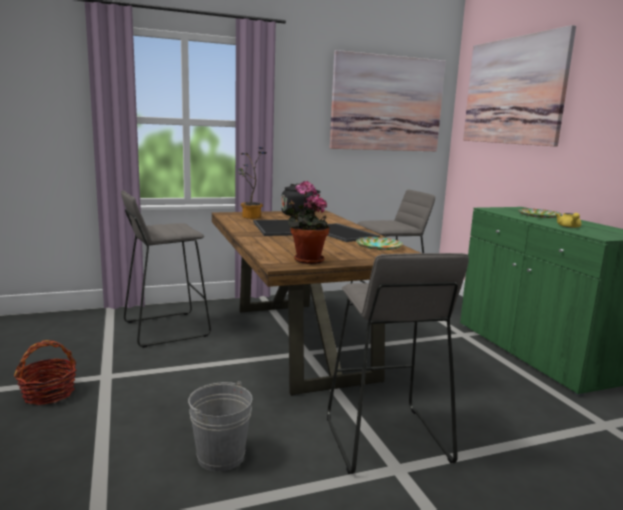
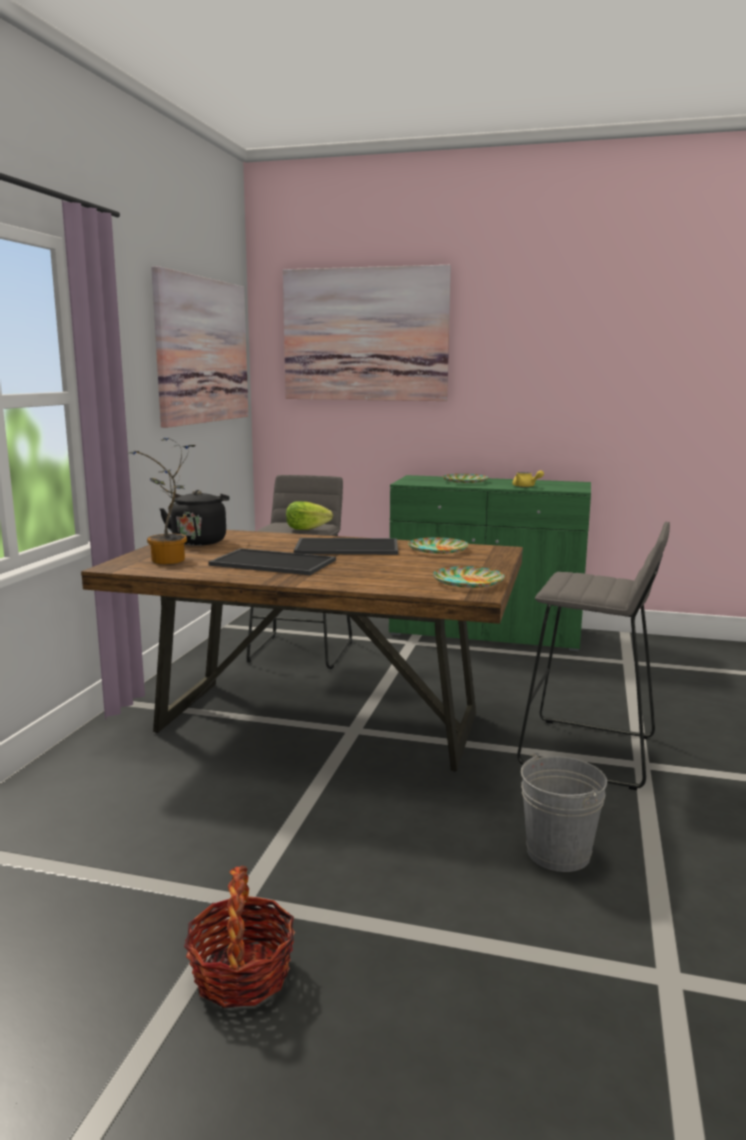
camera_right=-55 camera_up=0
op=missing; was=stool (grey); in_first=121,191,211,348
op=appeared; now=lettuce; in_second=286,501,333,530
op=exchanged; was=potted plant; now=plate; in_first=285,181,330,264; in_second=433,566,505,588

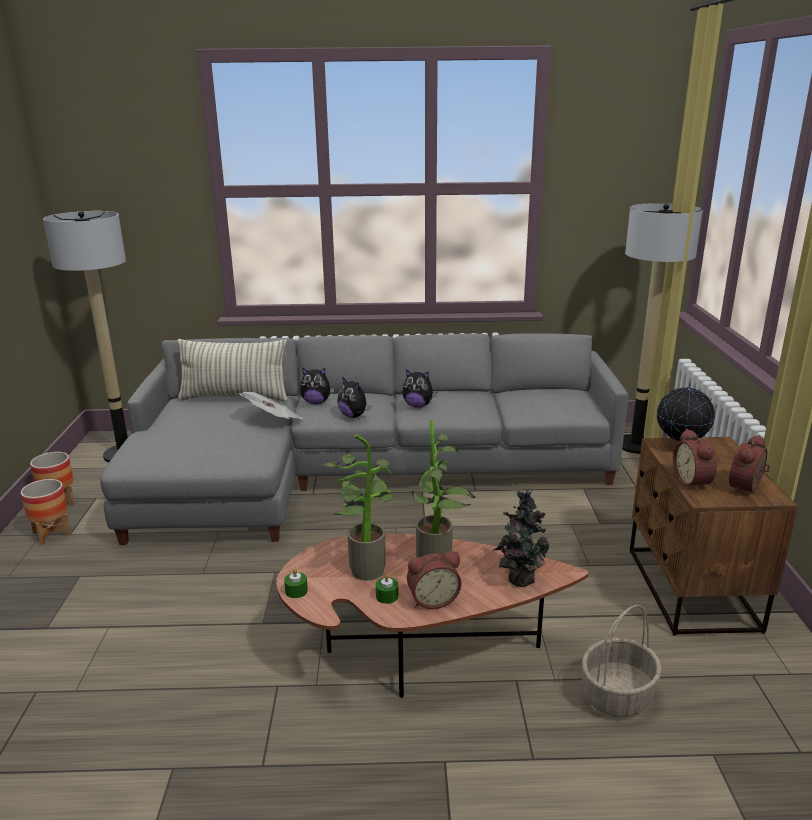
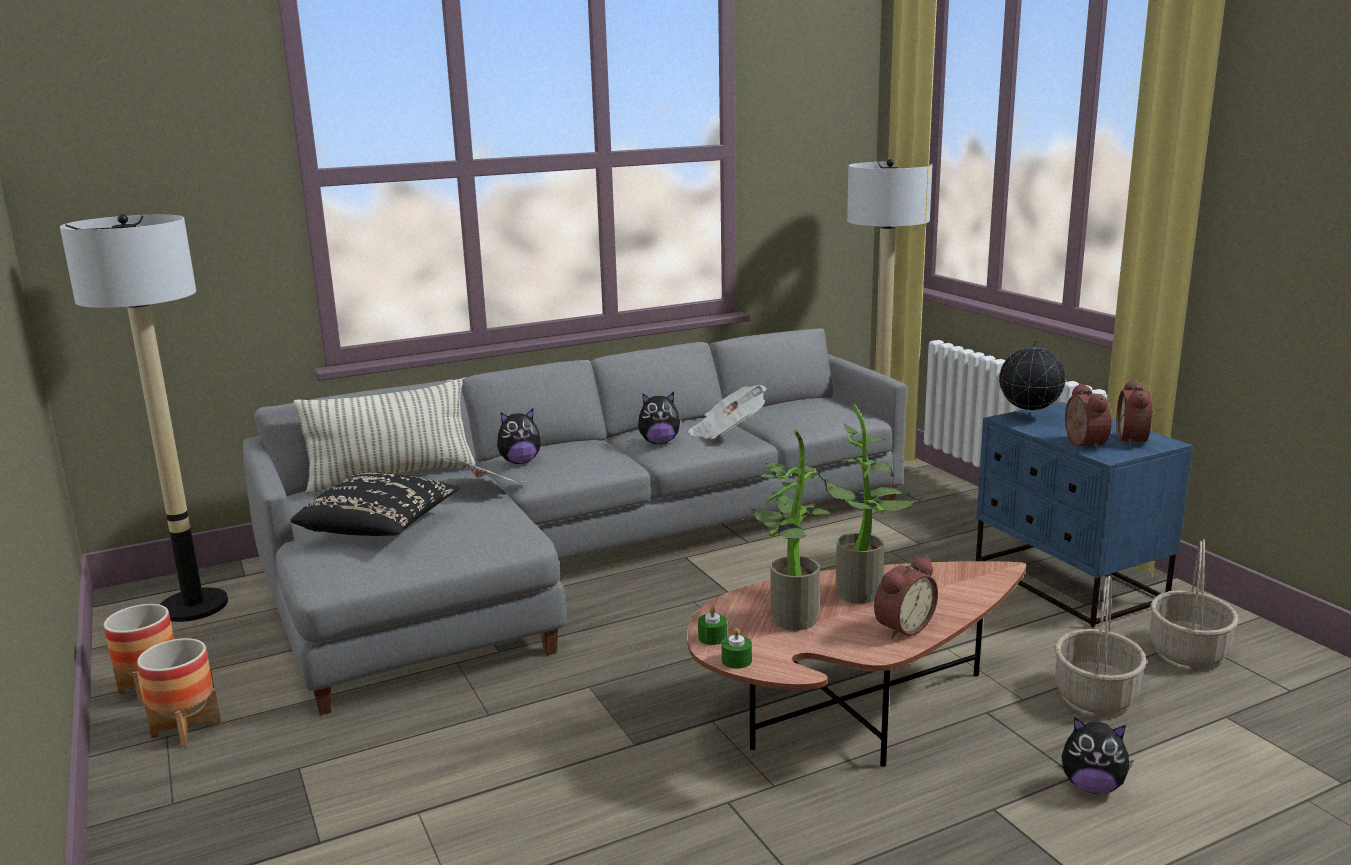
camera_right=-25 camera_up=-5
op=missing; was=potted plant; in_first=492,490,550,587
op=appeared; now=pillow (black); in_second=290,472,460,536
op=appeared; now=newspaper; in_second=688,385,767,439
op=appeared; now=basket; in_second=1150,539,1239,667
op=relocated; was=plush toy; in_first=337,377,371,418; in_second=1061,717,1134,794
op=relocated; was=candle (green); in_first=376,574,398,604; in_second=698,606,727,645
op=colour; was=nightstand (brown); now=nightstand (blue); in_first=630,437,798,636; in_second=976,402,1193,627
op=spun; was=alarm clock; in_first=673,429,717,492; in_second=1065,383,1112,451; clockwise=-150

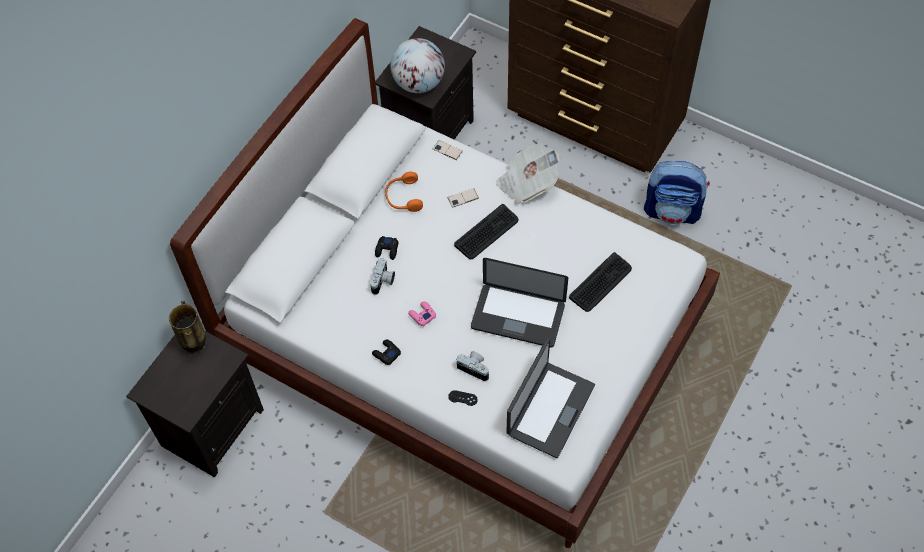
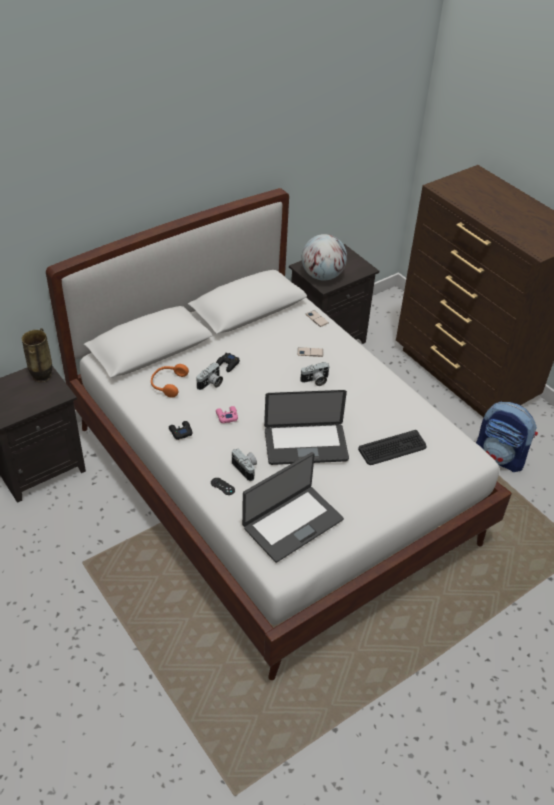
camera_right=20 camera_up=-15
op=missing; was=newspaper; in_first=496,143,560,205
op=relocated; was=headphones (orange); in_first=385,172,423,212; in_second=151,364,189,398
op=exchanged; was=keyboard; now=photo camera; in_first=454,204,519,259; in_second=300,362,330,386
op=spun; was=laptop; in_first=471,258,568,348; in_second=264,390,349,465; clockwise=-45

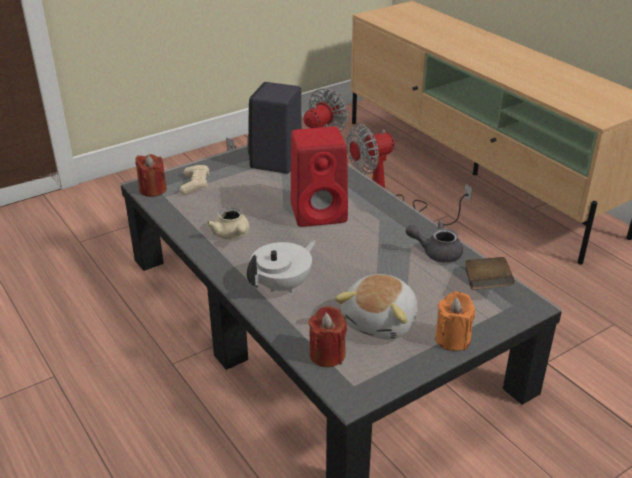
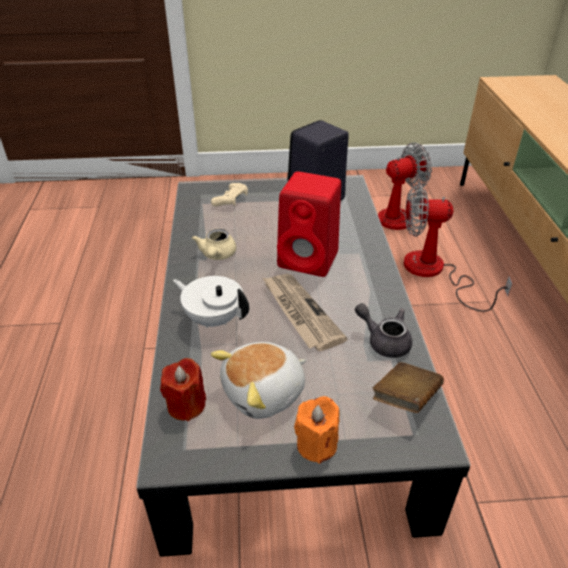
camera_right=30 camera_up=5
op=missing; was=candle (red); in_first=135,154,167,197
op=appeared; now=newspaper; in_second=263,274,348,351
op=spun; was=teapot (white); in_first=247,240,316,293; in_second=173,276,249,328; clockwise=-135

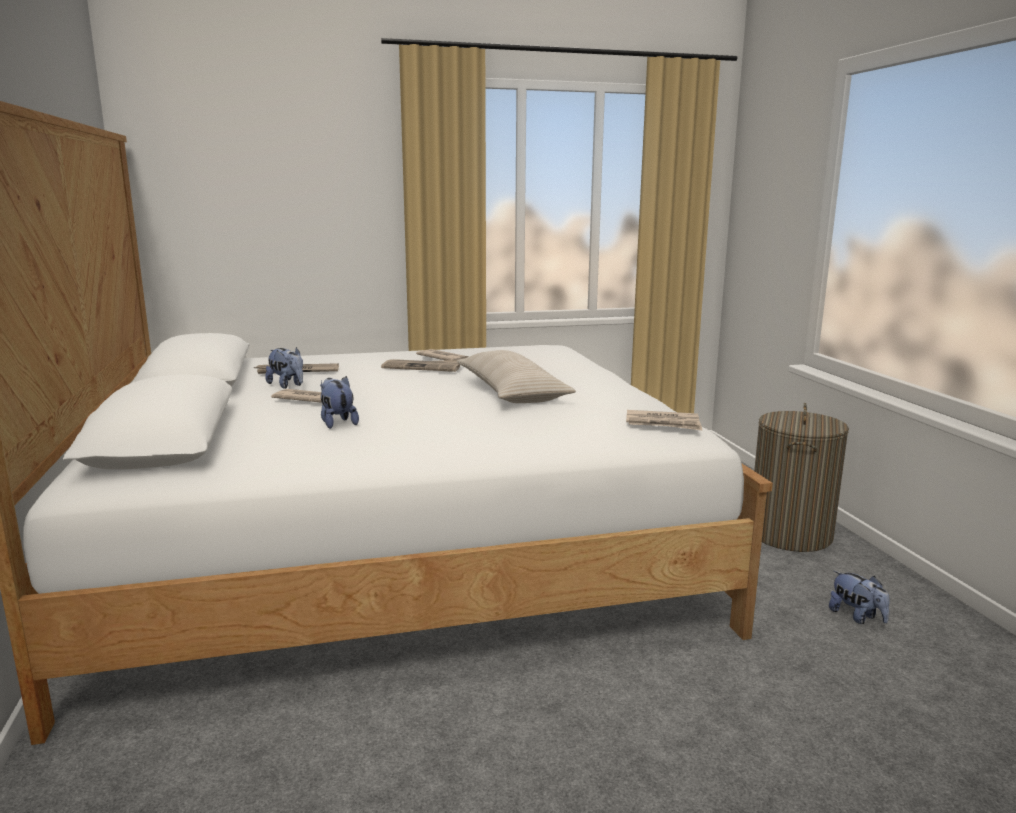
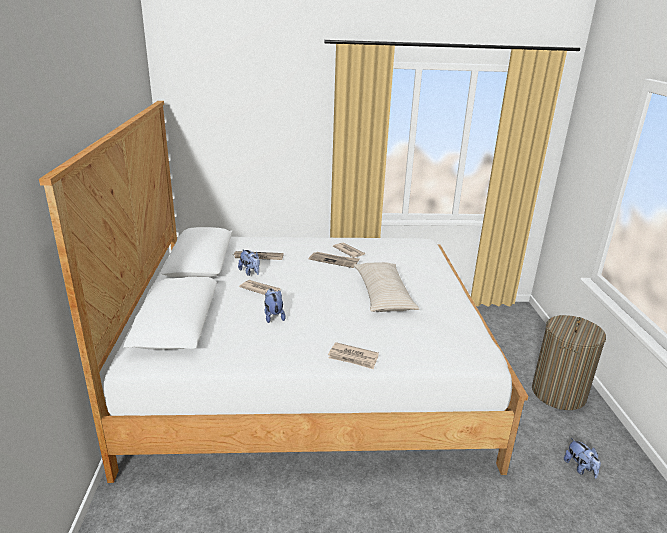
camera_right=10 camera_up=10
op=relocated; was=newspaper; in_first=626,410,702,430; in_second=328,342,379,369

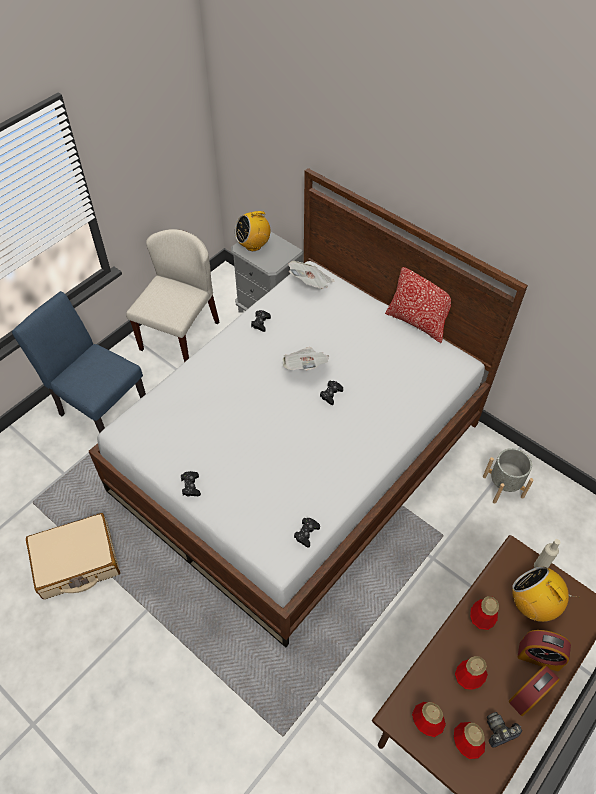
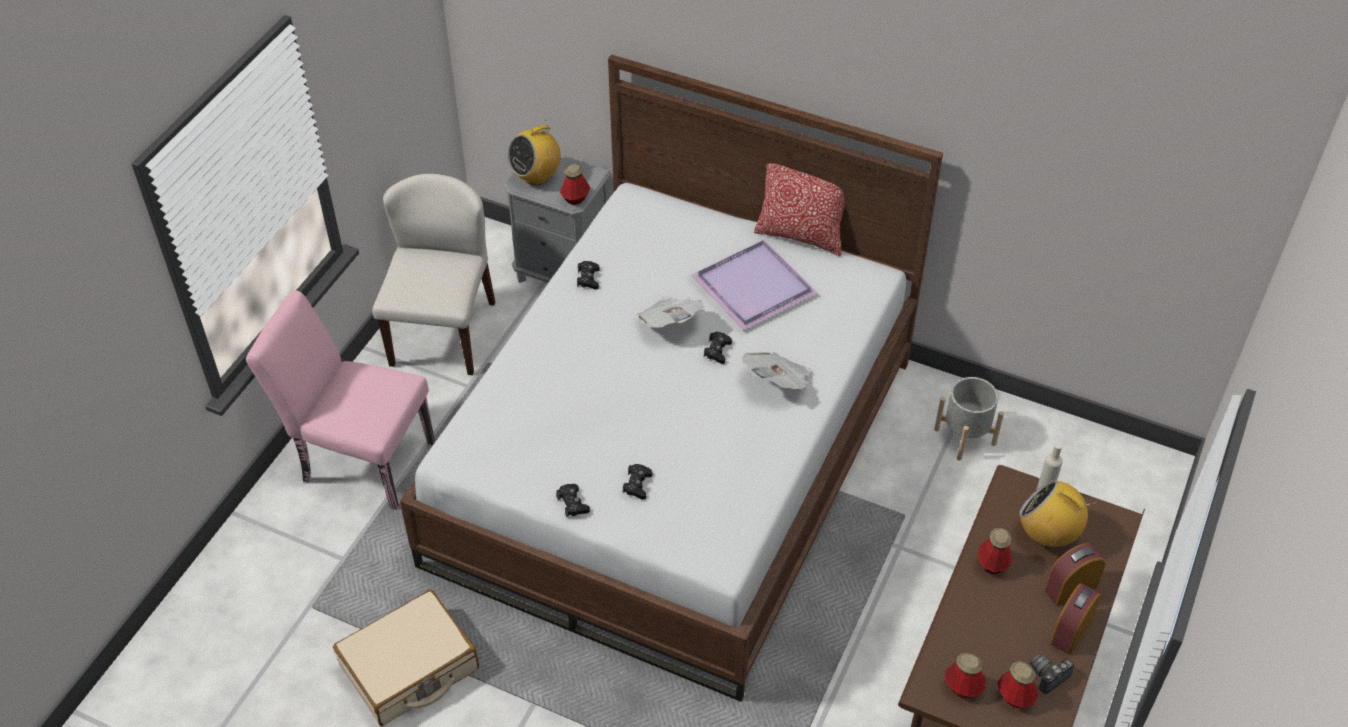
camera_right=-15 camera_up=-5
op=appeared; now=tray (purple); in_second=691,240,817,331
op=relocated; was=newspaper; in_first=288,261,334,289; in_second=742,352,813,390
op=relocated; was=game controller (black); in_first=294,518,320,548; in_second=623,464,652,500
op=relocated; was=bottle; in_first=455,656,488,690; in_second=560,164,590,205
op=colour; was=chair (blue); now=chair (pink); in_first=12,291,146,433; in_second=246,290,435,510
op=spun; was=alarm clock; in_first=518,630,571,672; in_second=1044,543,1106,606; clockwise=150

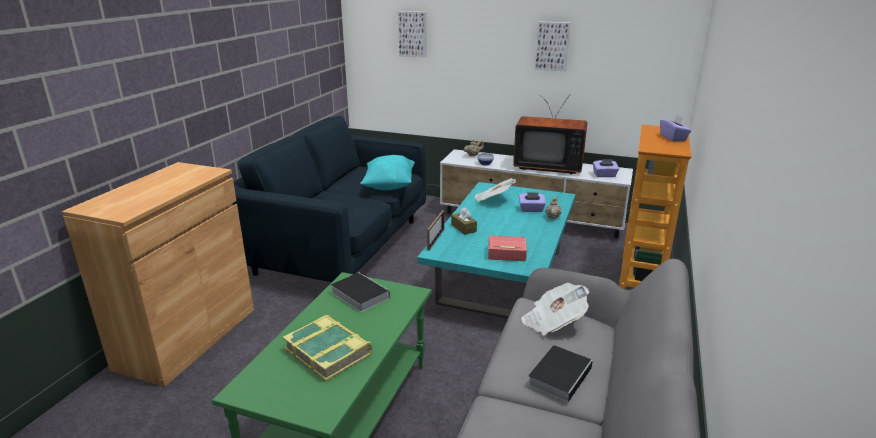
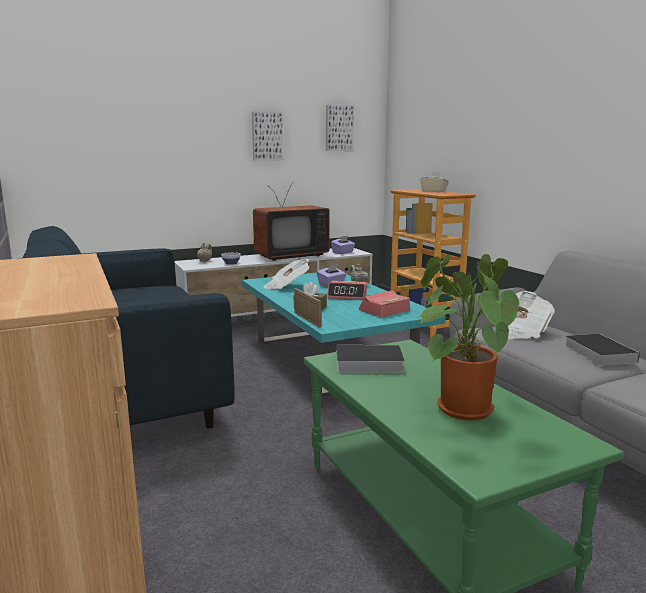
camera_right=-45 camera_up=-10
op=missing; was=pillow (turquoise); in_first=360,155,415,190
op=appeared; now=alarm clock; in_second=327,281,367,300
op=relocated; was=picture; in_first=398,11,427,57; in_second=326,104,354,151
op=exchanged; was=book; now=potted plant; in_first=283,315,373,381; in_second=419,254,530,421
op=colour; was=tissue box (purple); now=tissue box (beige); in_first=660,115,691,142; in_second=420,171,449,192

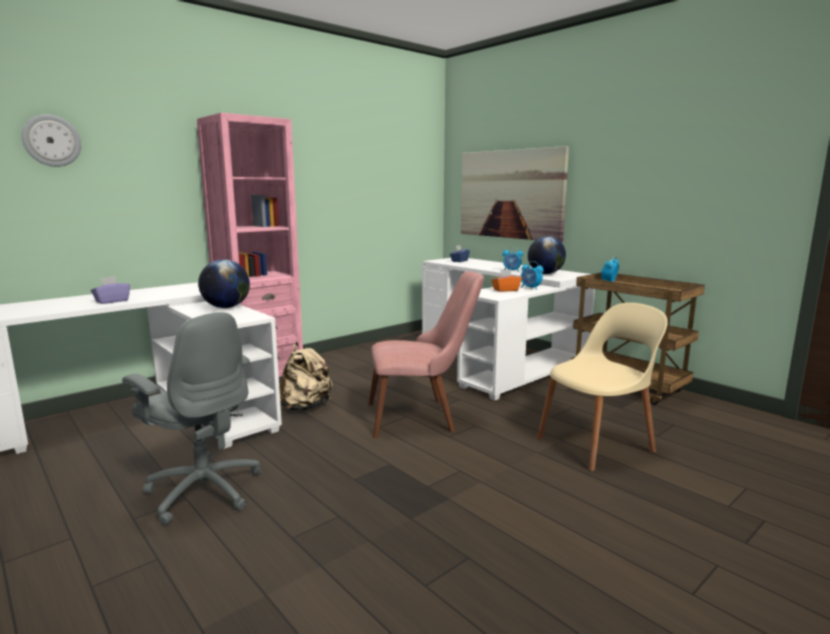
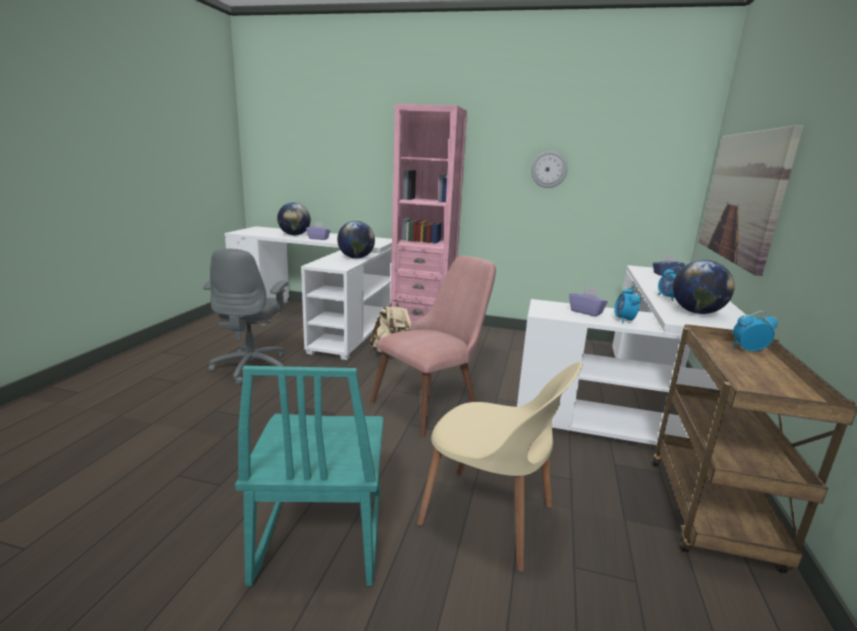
camera_right=55 camera_up=5
op=appeared; now=chair (turquoise); in_second=235,366,384,586
op=appeared; now=globe; in_second=277,203,311,235
op=relocated; was=wall clock; in_first=22,114,81,167; in_second=531,151,568,188
op=colour; was=tissue box (orange); now=tissue box (purple); in_first=491,269,522,292; in_second=569,285,608,317
op=spun; was=chair (pink); in_first=368,271,484,438; in_second=370,255,496,437; clockwise=-90

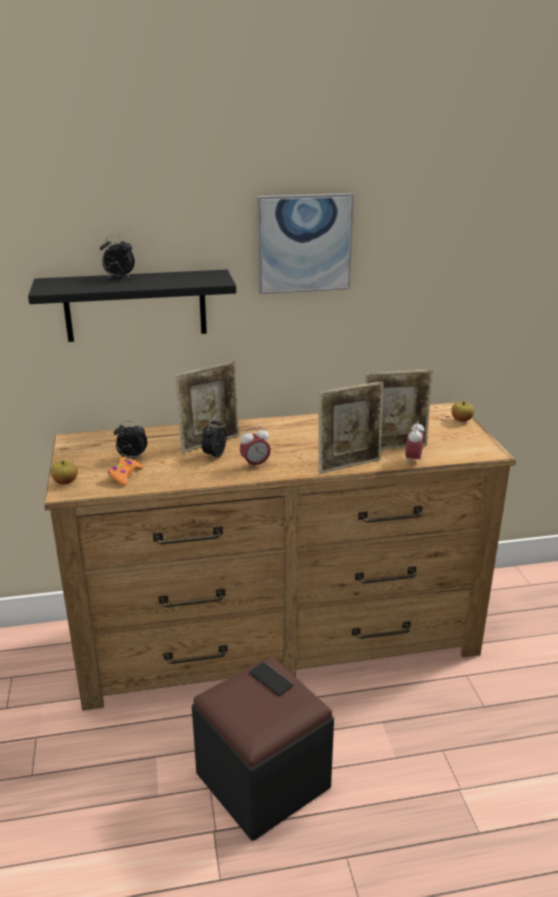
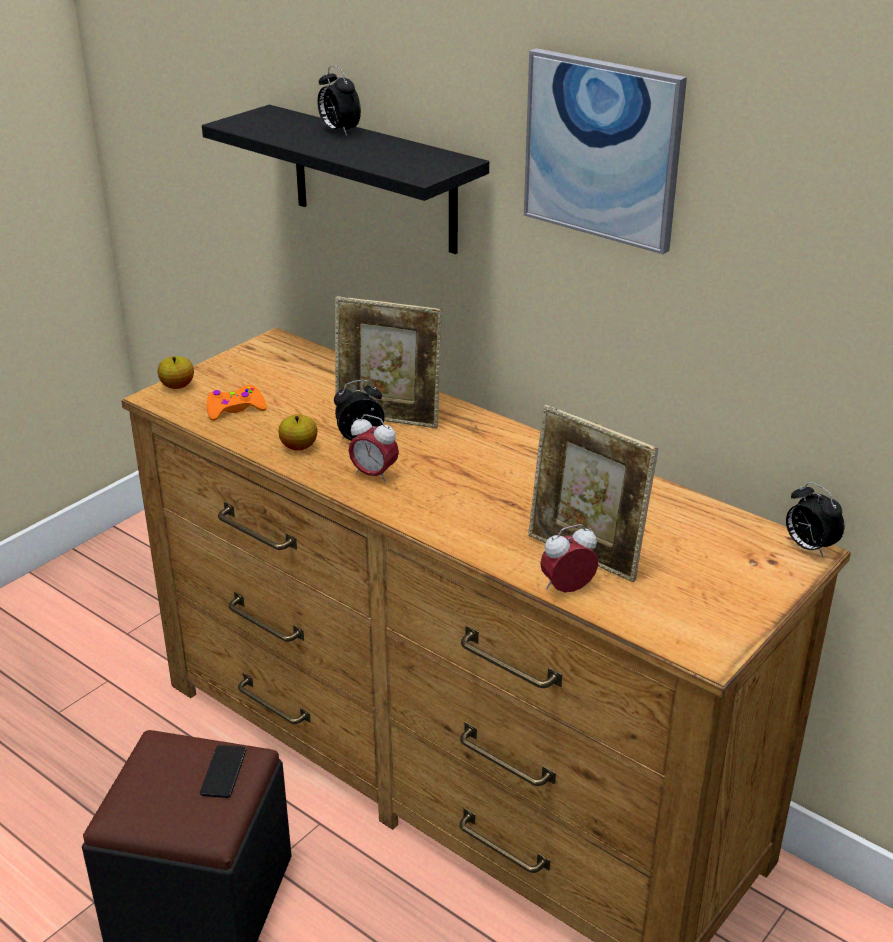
camera_right=50 camera_up=5
op=missing; was=picture frame; in_first=318,382,383,474
op=relocated; was=alarm clock; in_first=114,421,148,459; in_second=786,482,844,557
op=relocated; was=apple; in_first=451,402,474,422; in_second=278,415,317,450

